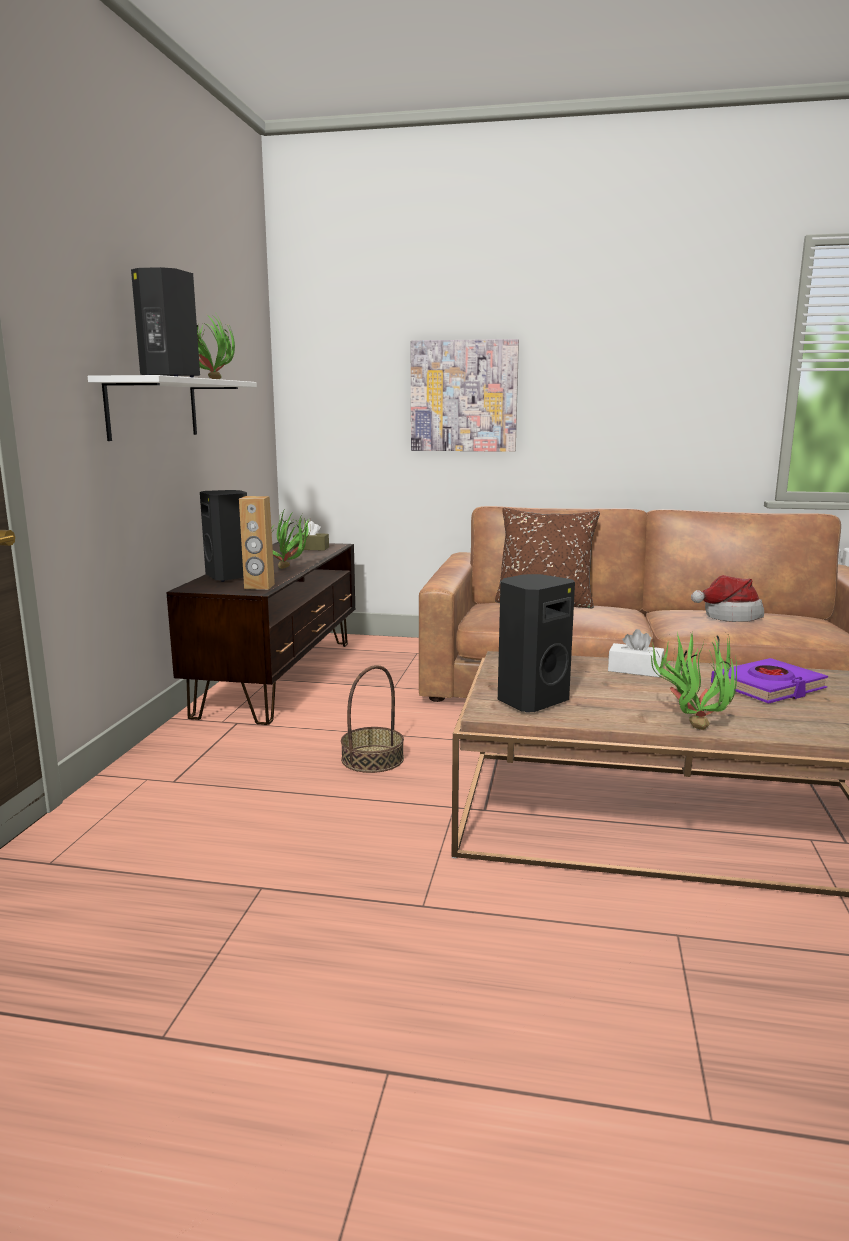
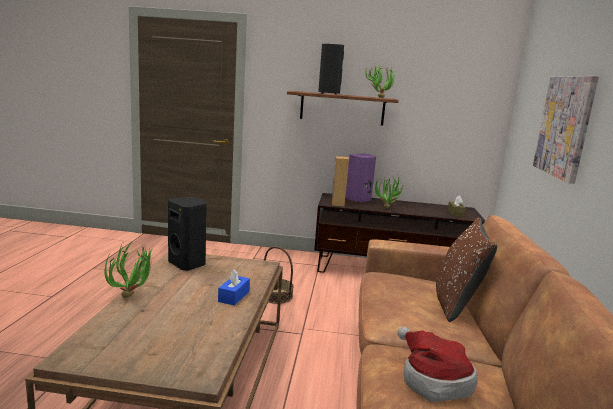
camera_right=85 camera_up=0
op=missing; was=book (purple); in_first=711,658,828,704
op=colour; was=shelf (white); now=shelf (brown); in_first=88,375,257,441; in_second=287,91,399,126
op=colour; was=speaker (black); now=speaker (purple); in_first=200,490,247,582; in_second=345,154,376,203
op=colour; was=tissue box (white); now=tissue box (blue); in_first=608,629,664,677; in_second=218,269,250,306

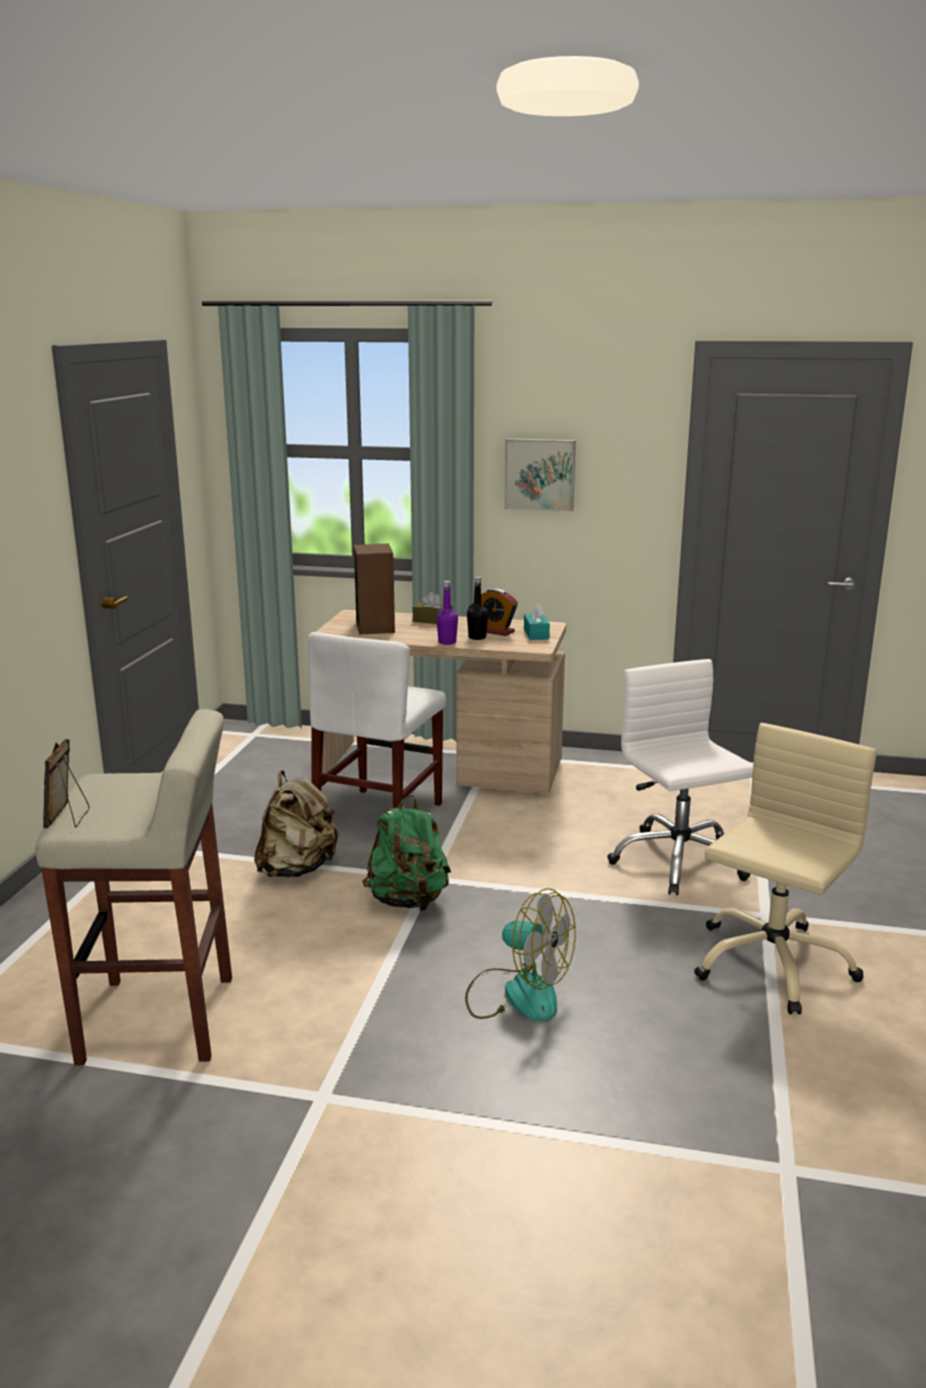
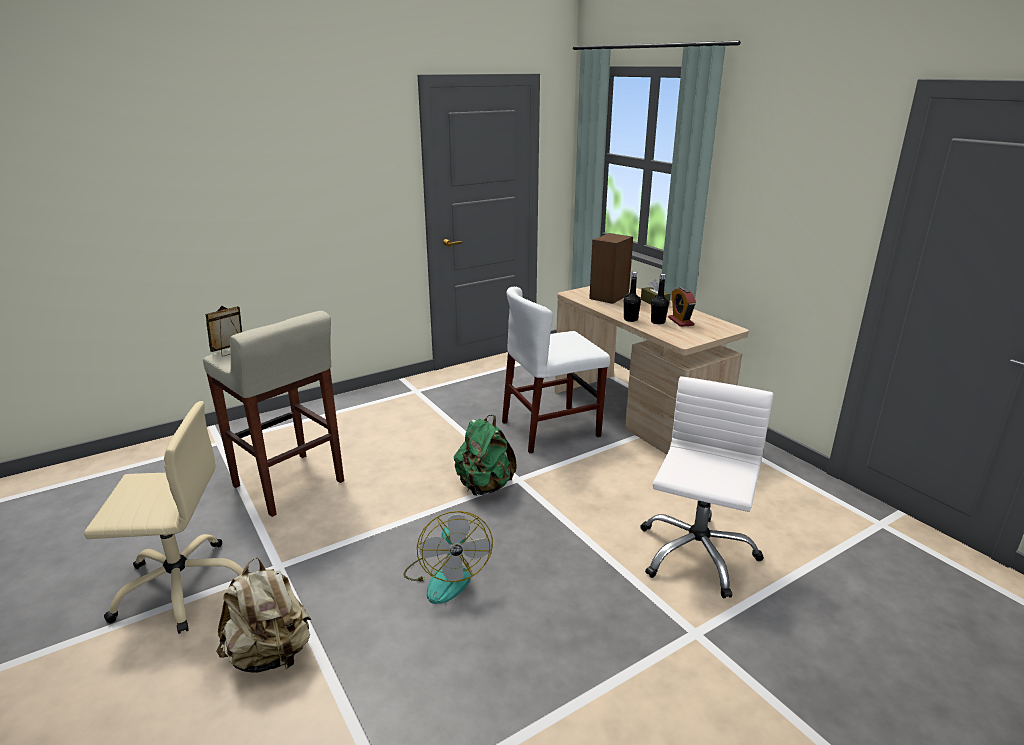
camera_right=45 camera_up=5
op=missing; was=picture; in_first=504,438,576,511
op=missing; was=tissue box (turquoise); in_first=524,603,550,640
op=relocated; was=backpack (beige); in_first=254,770,339,878; in_second=216,557,311,673
op=relocated; was=office chair (beige); in_first=694,723,877,1014; in_second=84,401,250,634
op=colour; was=bottle (purple); now=bottle (black); in_first=436,581,458,645; in_second=624,272,641,322

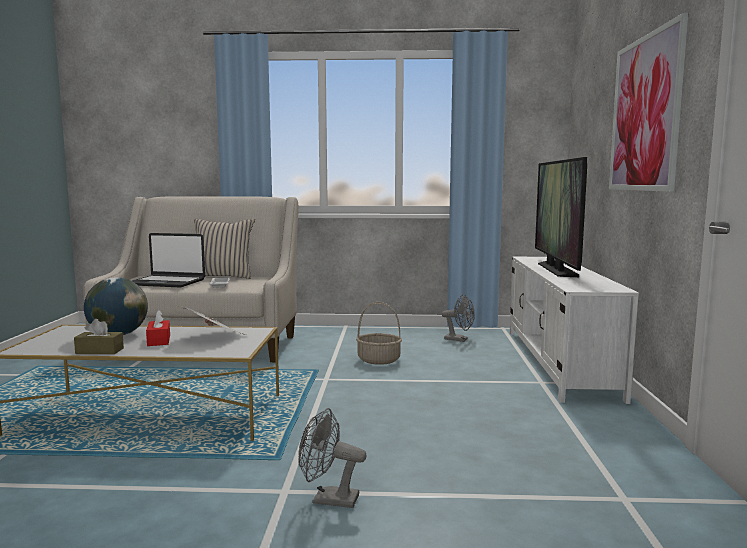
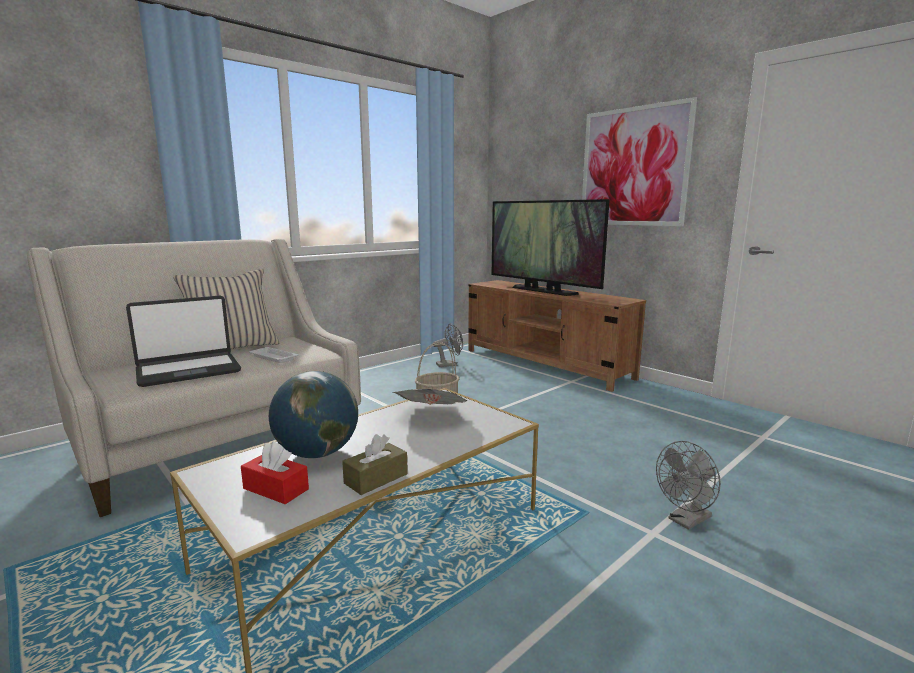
camera_right=-45 camera_up=5
op=relocated; was=tissue box (red); in_first=146,310,170,346; in_second=241,441,309,504
op=colour; was=tv stand (white); now=tv stand (brown); in_first=510,257,639,404; in_second=468,280,646,392

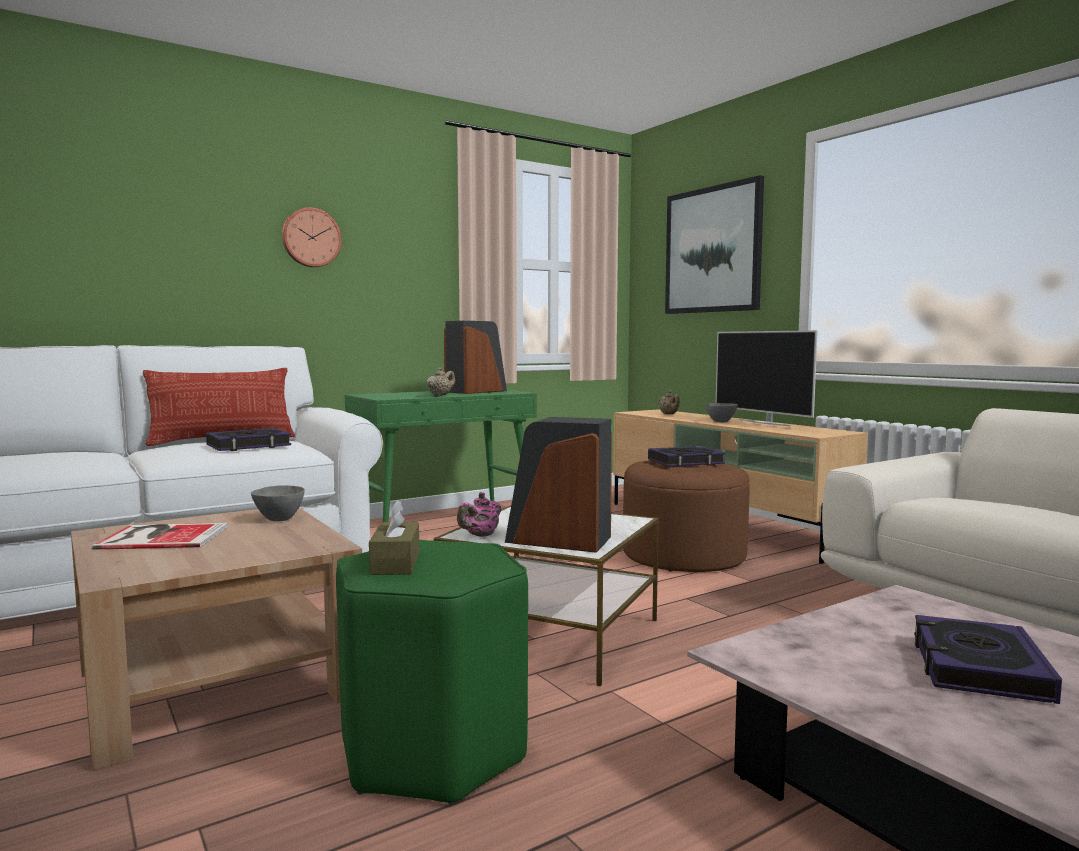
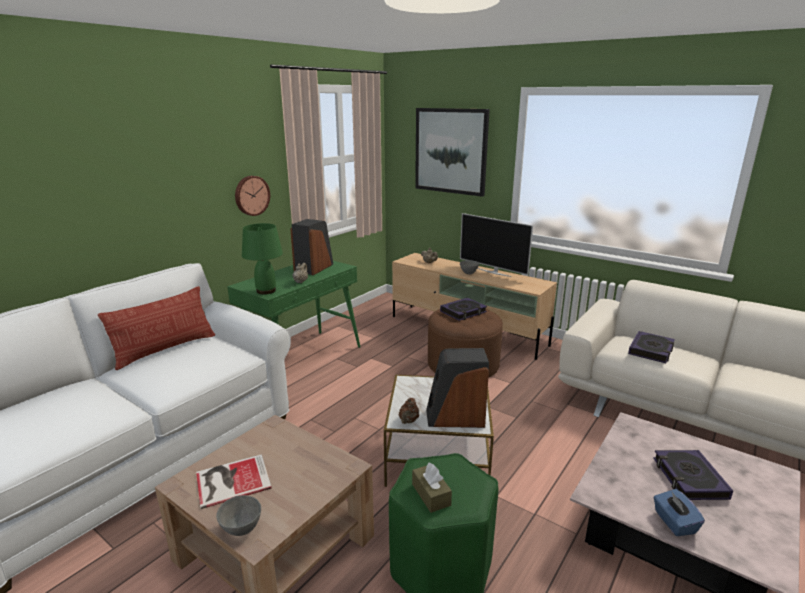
camera_right=-20 camera_up=15
op=appeared; now=table lamp (green); in_second=242,223,283,294
op=appeared; now=tissue box (blue); in_second=653,489,705,536
op=relocated; was=book; in_first=206,428,291,451; in_second=628,331,675,363
op=relocated; was=bowl (grey); in_first=251,485,305,521; in_second=216,495,261,536
op=relocated; was=wall clock; in_first=282,207,342,267; in_second=235,176,270,216
op=colour; was=teapot (pink); now=teapot (brown); in_first=457,492,501,537; in_second=399,398,419,424

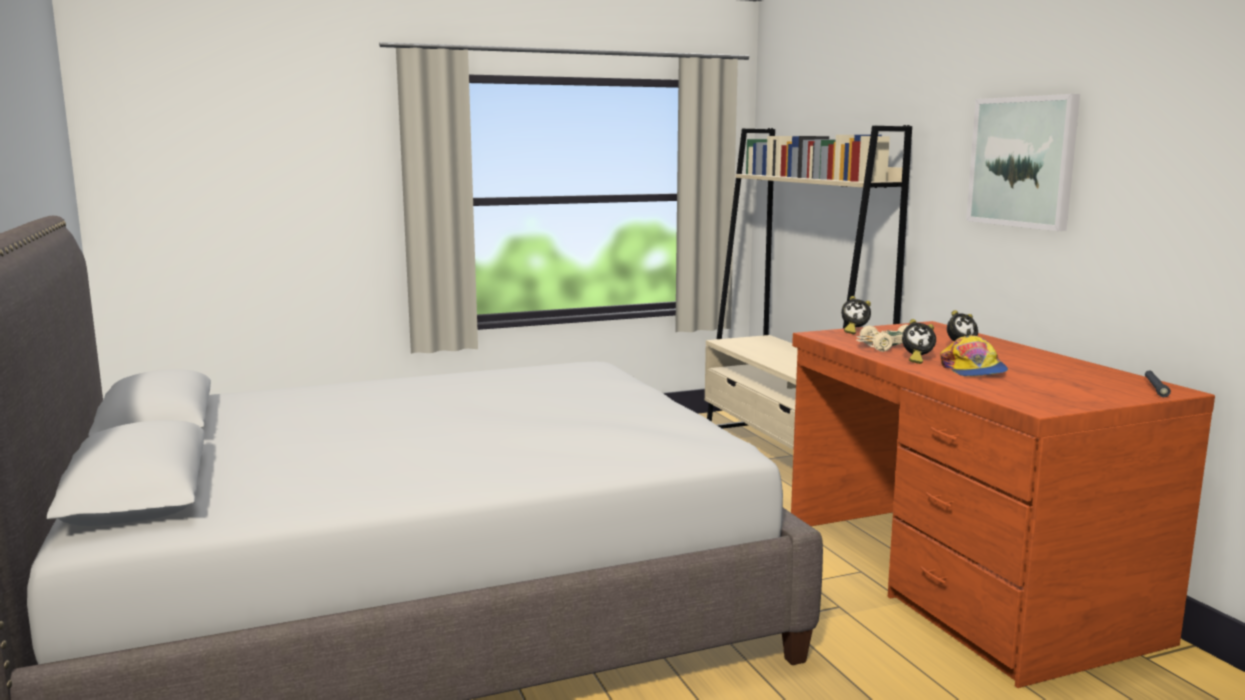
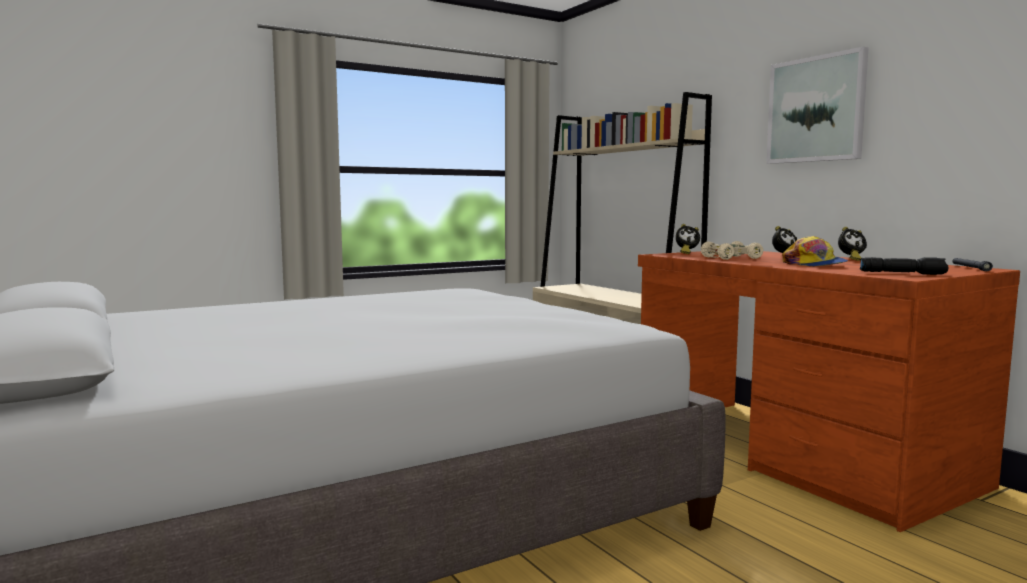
camera_right=-10 camera_up=-5
op=appeared; now=flashlight (black); in_second=860,257,949,275
op=relocated; was=alarm clock; in_first=902,319,936,364; in_second=838,227,867,261

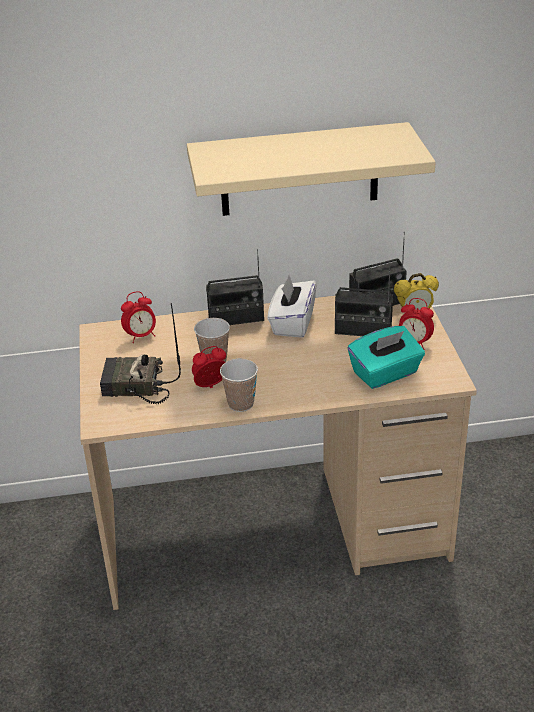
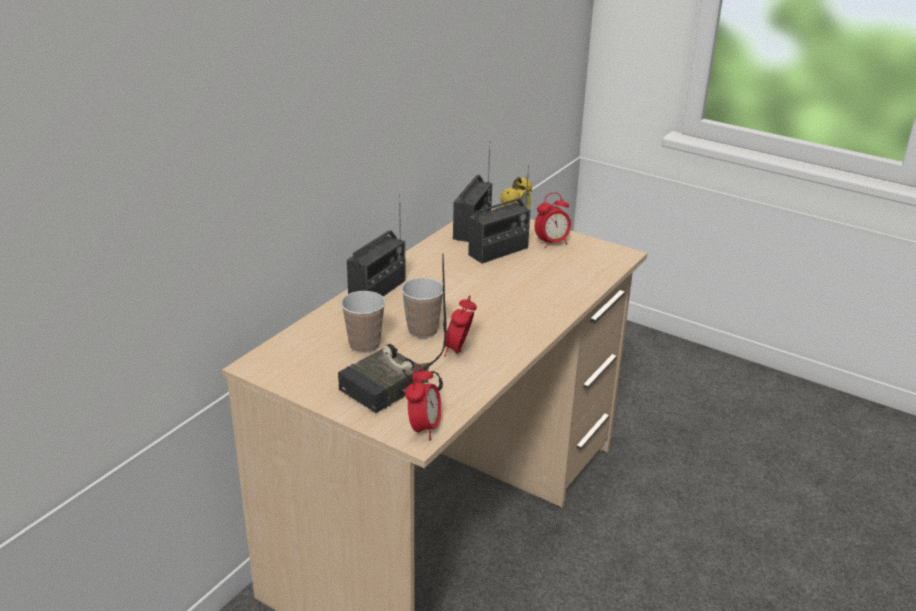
camera_right=-50 camera_up=-5
op=missing; was=shelf (beige); in_first=187,122,436,216
op=missing; was=tissue box (white); in_first=268,275,317,338
op=missing; was=tissue box (turquoise); in_first=348,326,425,389
op=relocated; was=alarm clock; in_first=121,291,156,343; in_second=405,365,441,440
op=relocated; was=cup; in_first=220,359,258,412; in_second=341,291,386,353

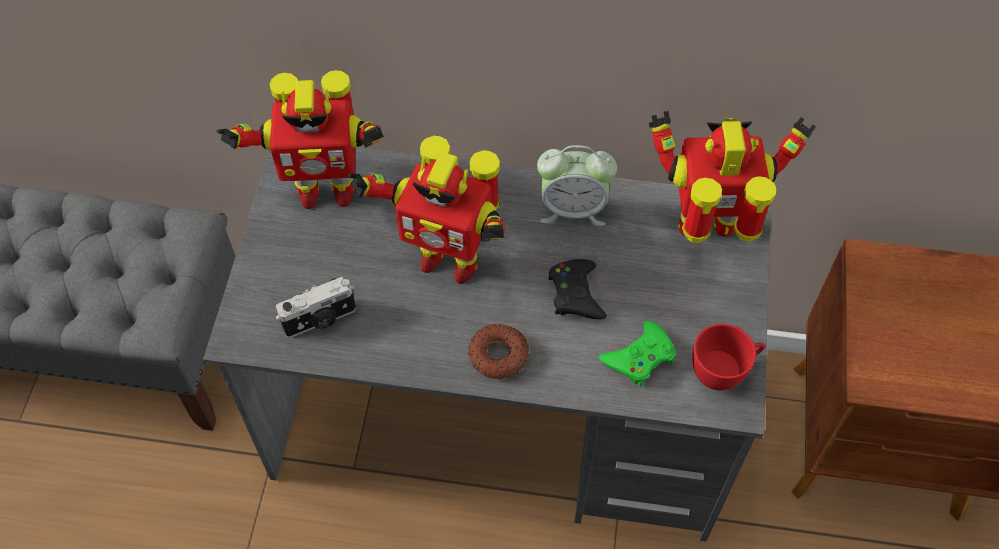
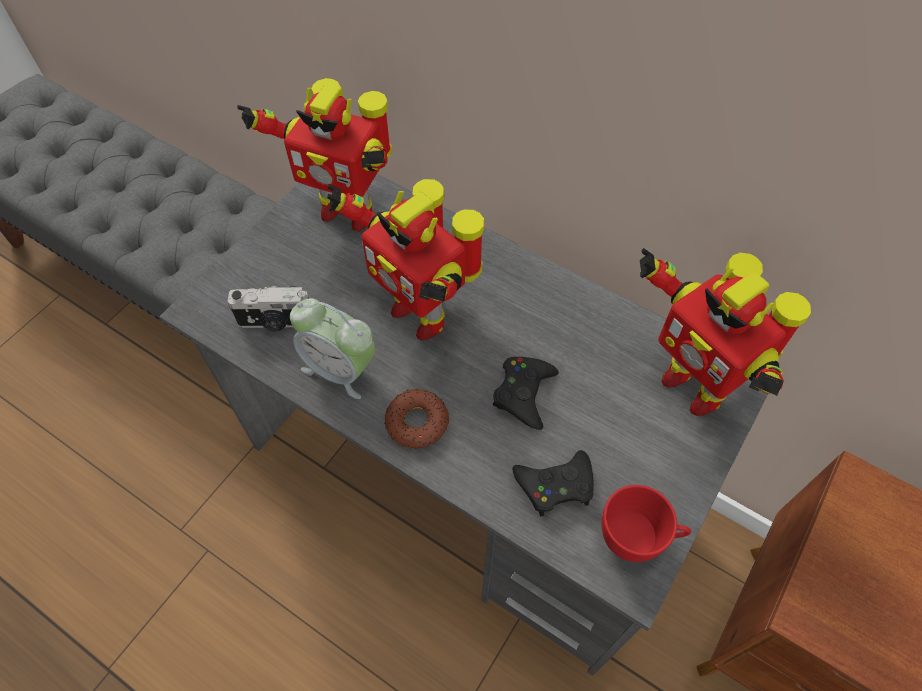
camera_right=25 camera_up=0
op=relocated; was=alarm clock; in_first=537,145,617,226; in_second=290,298,375,399
op=colour; was=game controller (green); now=game controller (black); in_first=599,321,676,387; in_second=512,450,593,516
op=spun; was=toy robot; in_first=649,111,816,243; in_second=640,248,811,416; clockwise=-150

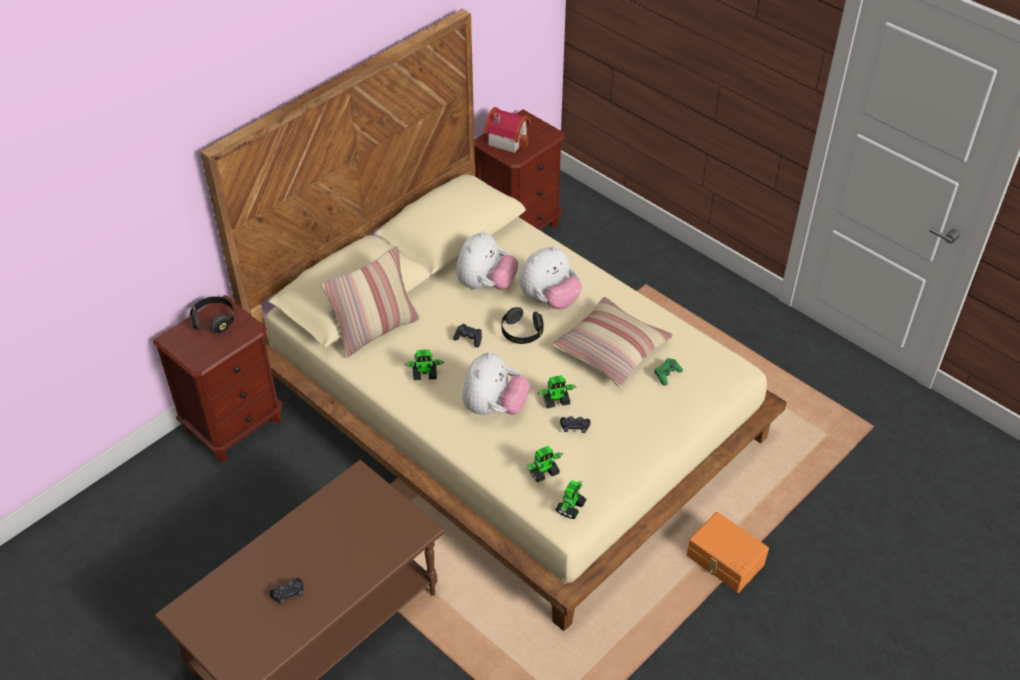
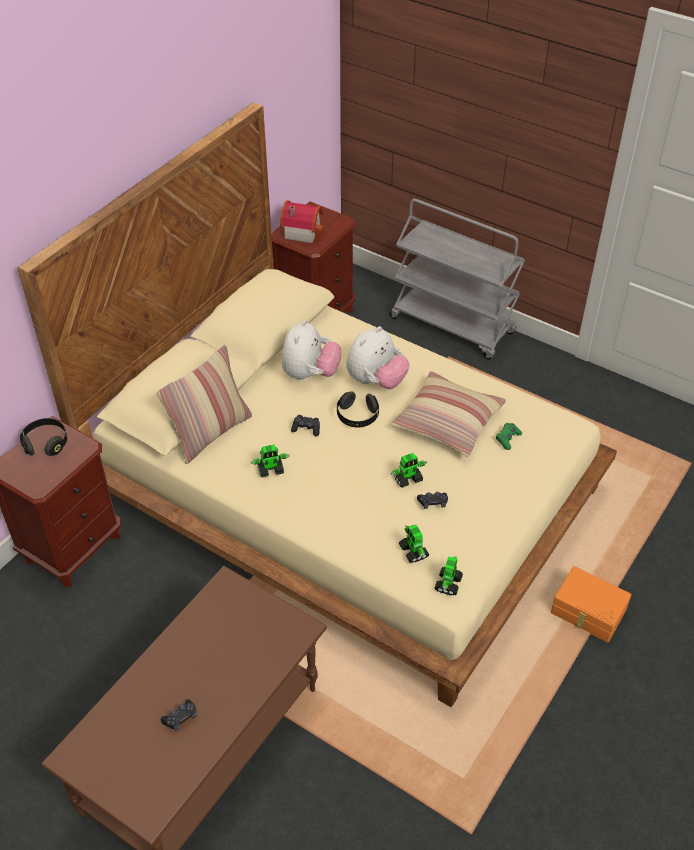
camera_right=-10 camera_up=0
op=missing; was=plush toy; in_first=463,351,530,415
op=appeared; now=cart (grey); in_second=390,199,525,360
op=spun; was=toy robot; in_first=525,446,563,482; in_second=399,525,429,563; clockwise=105

